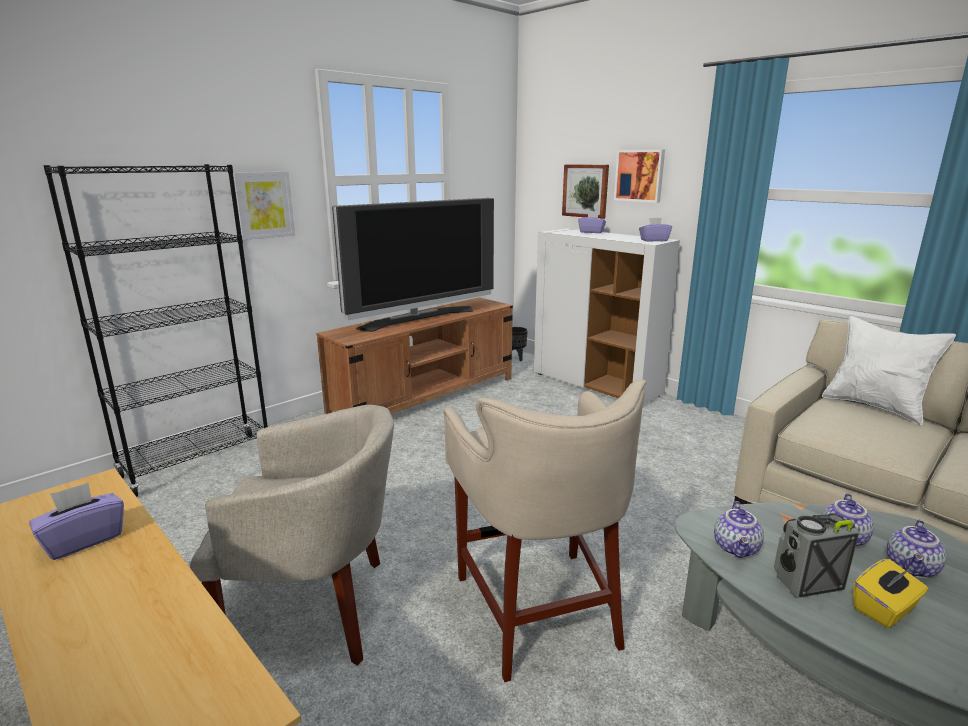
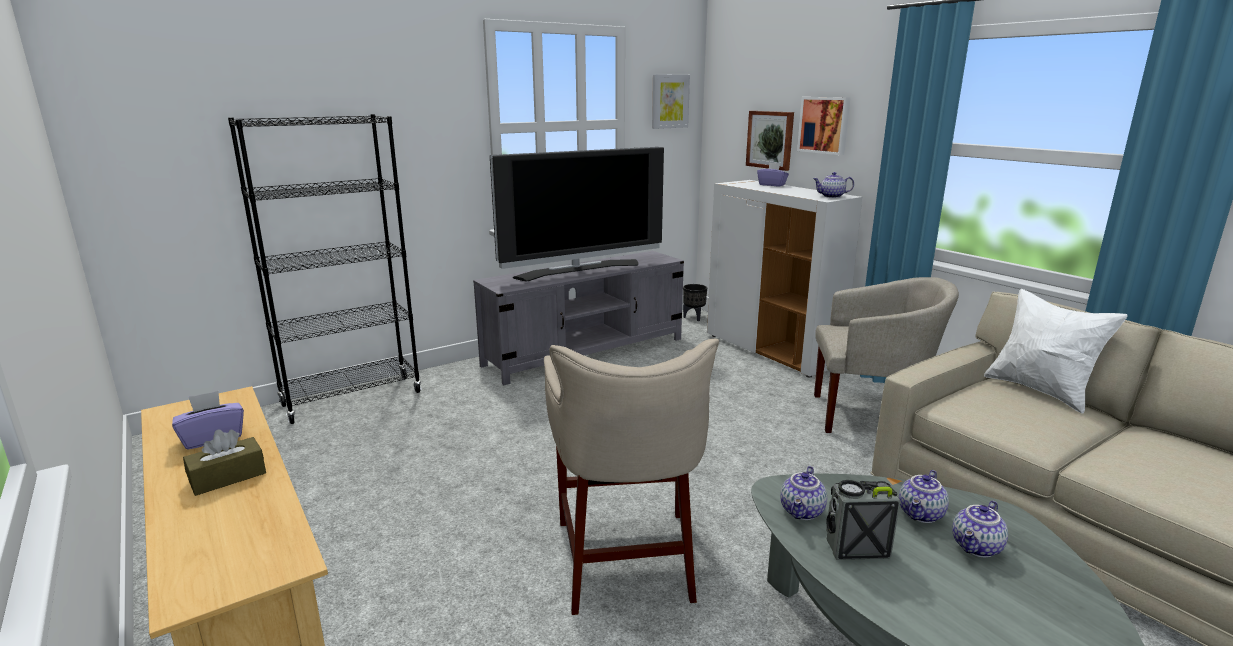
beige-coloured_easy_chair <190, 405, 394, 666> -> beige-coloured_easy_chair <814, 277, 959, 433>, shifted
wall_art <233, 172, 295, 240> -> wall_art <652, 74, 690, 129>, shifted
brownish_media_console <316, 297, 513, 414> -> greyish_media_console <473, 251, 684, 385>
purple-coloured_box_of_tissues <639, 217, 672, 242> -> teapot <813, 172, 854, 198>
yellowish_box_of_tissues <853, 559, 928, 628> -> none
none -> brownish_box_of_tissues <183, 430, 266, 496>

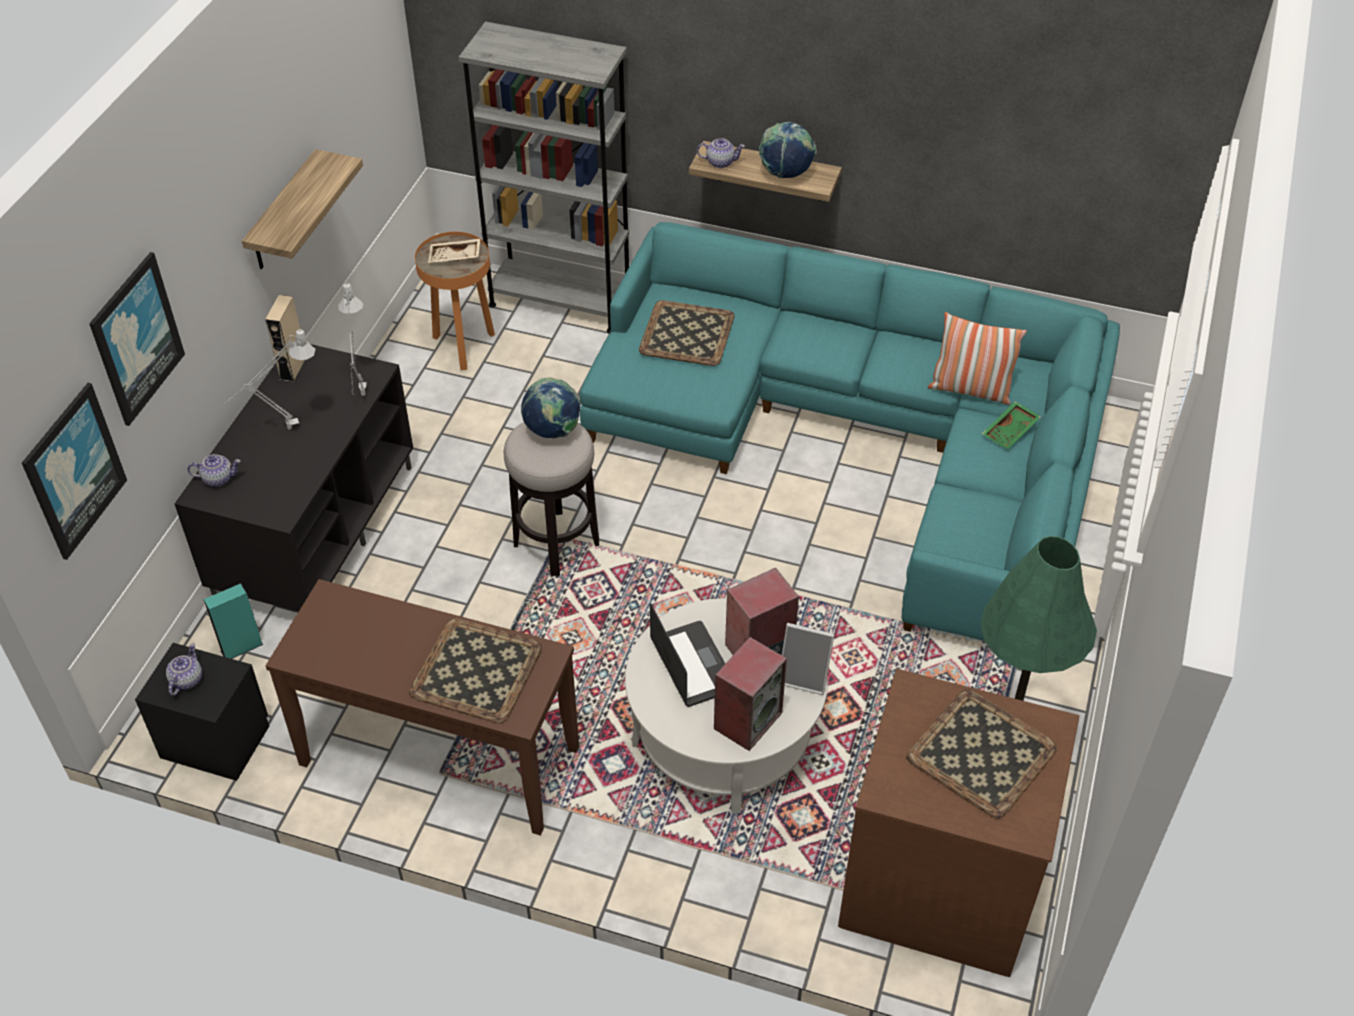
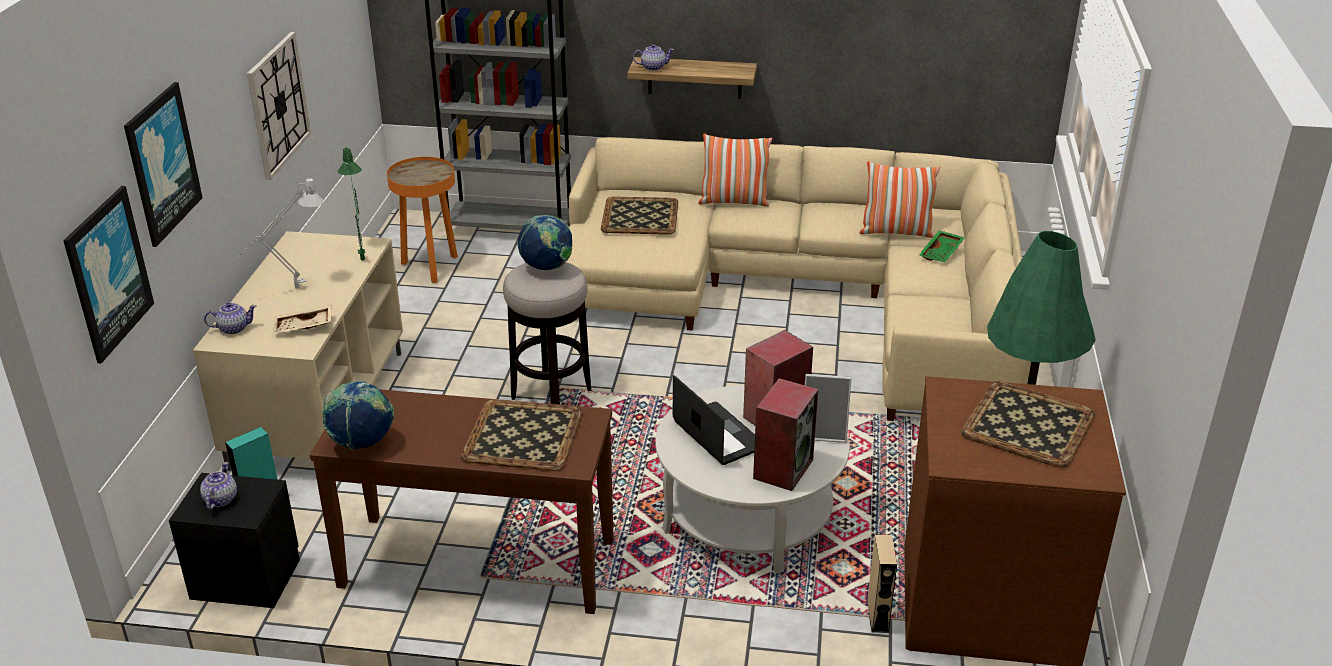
black_media_console <175, 344, 413, 612> -> beige-coloured_media_console <193, 231, 403, 471>
shelf <242, 149, 363, 269> -> wall_clock <247, 32, 311, 180>
beige-coloured_loudspeaker <265, 295, 305, 382> -> beige-coloured_loudspeaker <867, 535, 897, 633>, shifted
greyish_table_lamp <338, 283, 366, 396> -> greenish_table_lamp <338, 147, 365, 261>
beige-coloured_tray <428, 239, 480, 263> -> beige-coloured_tray <273, 305, 331, 334>, shifted
blue-green_sofa <579, 222, 1120, 641> -> beige-coloured_sofa <566, 137, 1031, 421>
world_globe <759, 122, 817, 178> -> world_globe <322, 381, 395, 450>, shifted
none -> cushion <698, 133, 772, 206>

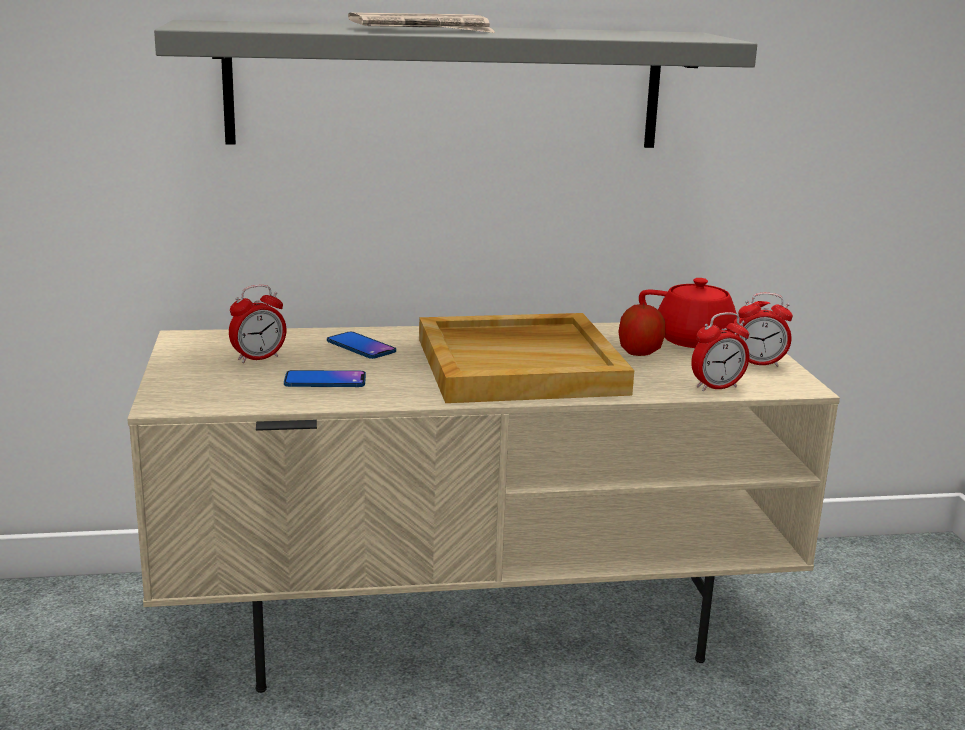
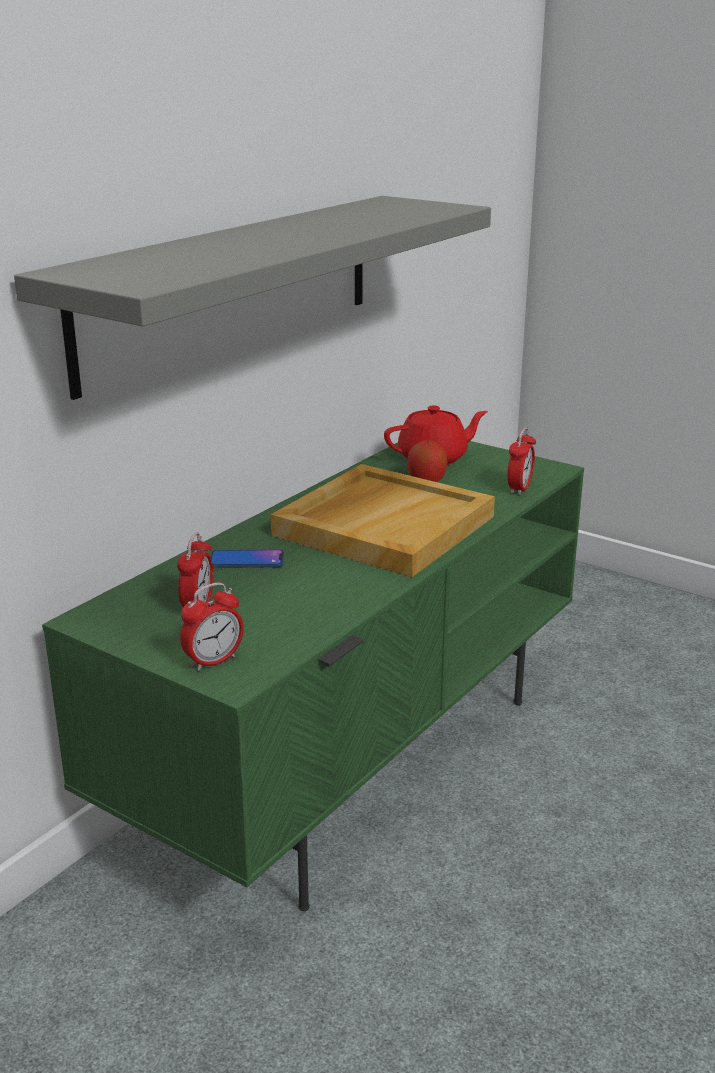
beige-coloured_media_console <127, 322, 840, 693> -> greenish_media_console <42, 441, 584, 911>
telephone <284, 370, 366, 387> -> none
printed_paper <348, 12, 495, 33> -> none
table_clock <734, 293, 793, 367> -> table_clock <180, 582, 244, 671>, shifted

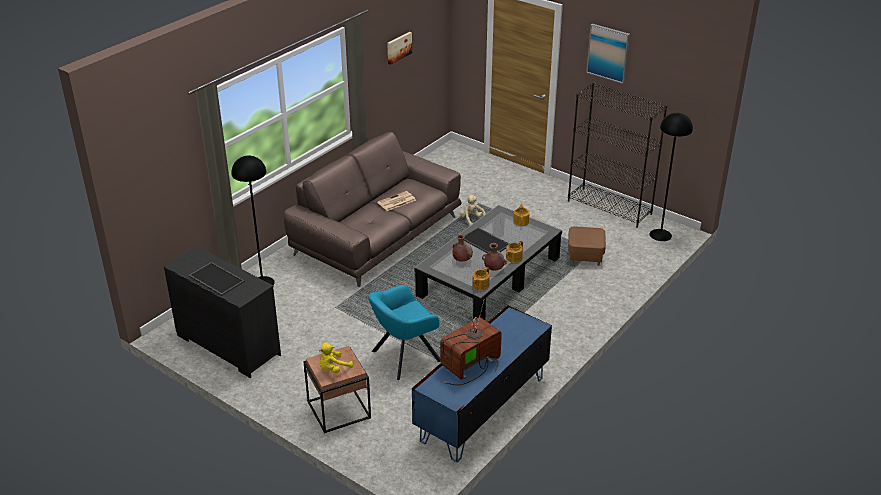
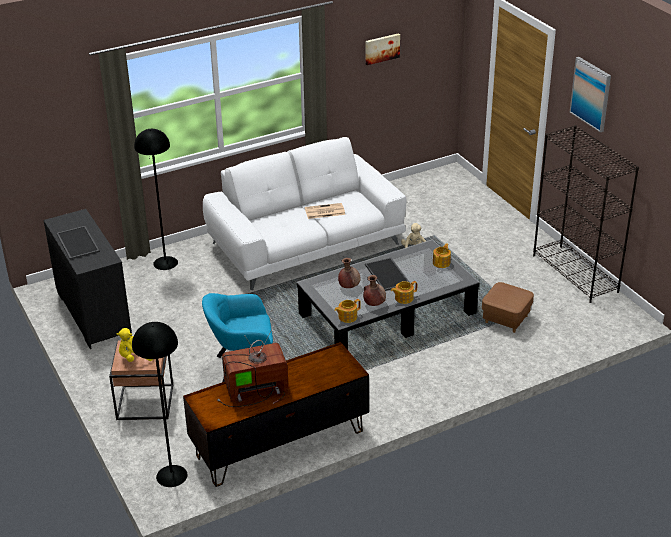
brownish_sofa <284, 132, 462, 287> -> white-coloured_sofa <203, 137, 406, 290>
bluish_media_console <412, 305, 552, 462> -> brownish_media_console <183, 342, 369, 487>
black_standing_lamp <649, 113, 693, 241> -> black_standing_lamp <132, 322, 188, 487>, shifted

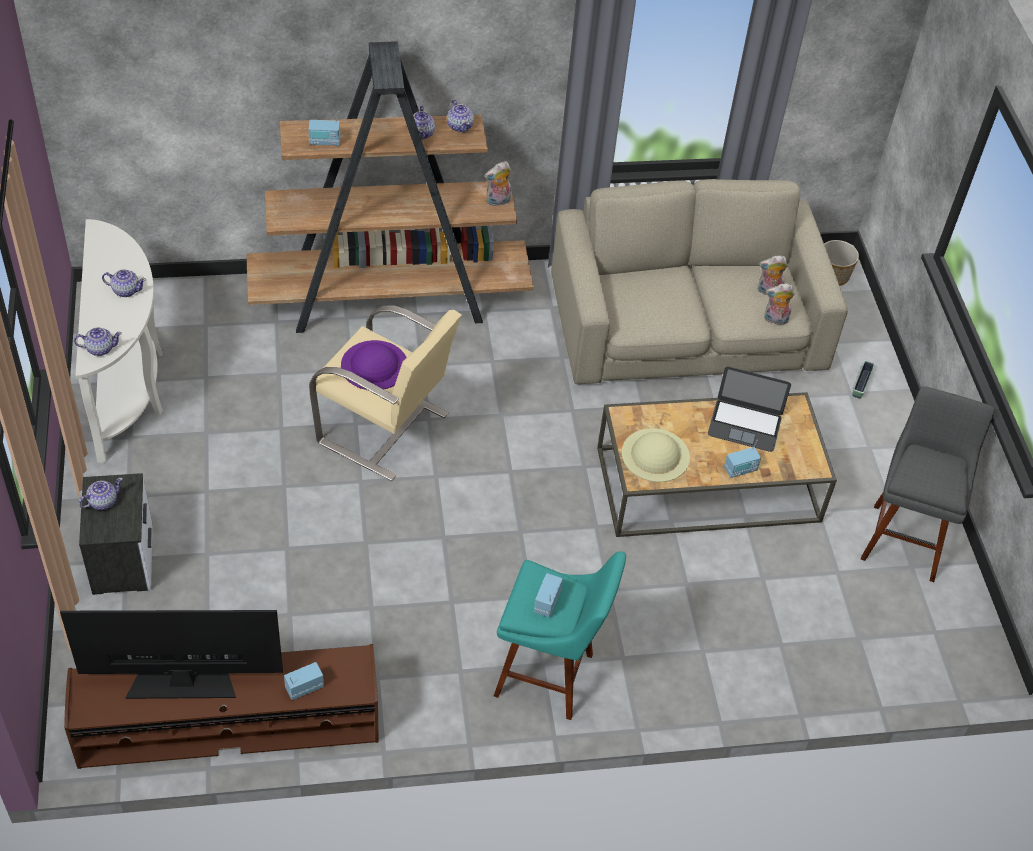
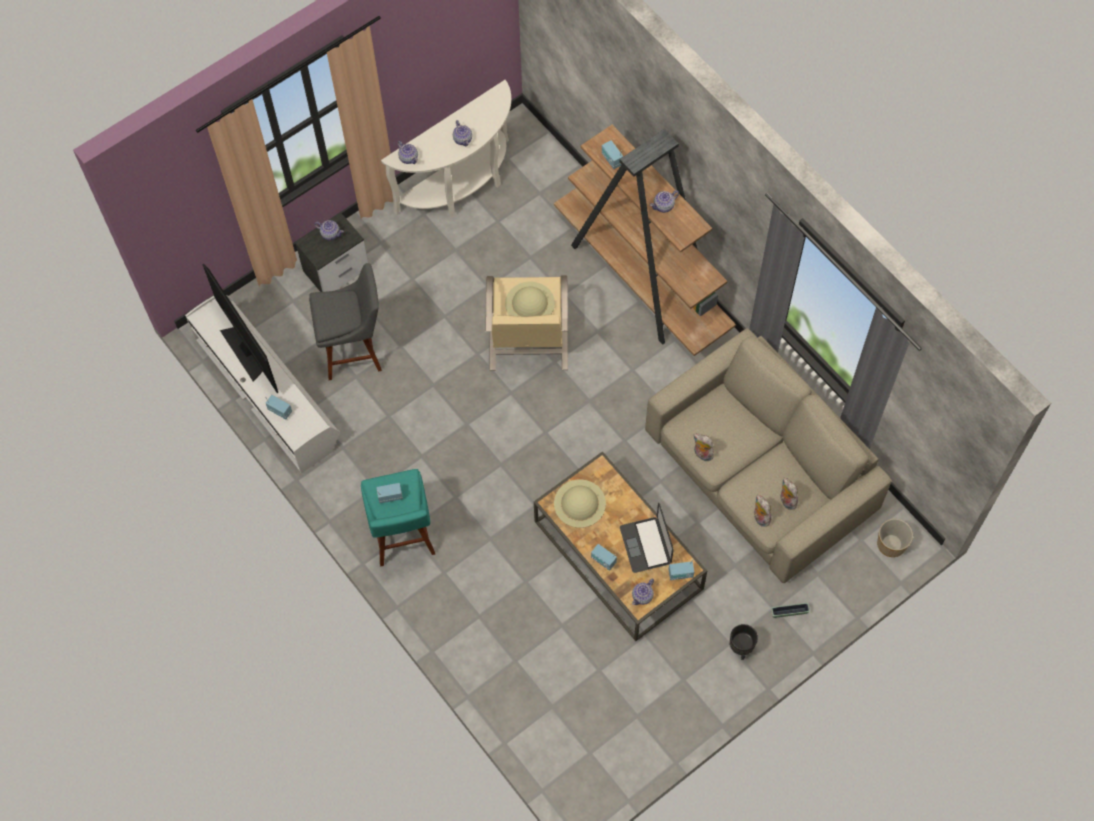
brownish_media_console <64, 644, 379, 769> -> white-coloured_media_console <185, 296, 340, 473>
purple-coloured_hat <341, 340, 407, 390> -> beige-coloured_hat <505, 282, 555, 317>
teapot <447, 99, 474, 132> -> teapot <632, 579, 654, 605>, shifted
plush_toy <485, 161, 511, 207> -> plush_toy <693, 434, 714, 461>, shifted
greyish_stool_seat <861, 386, 995, 582> -> greyish_stool_seat <309, 263, 382, 380>, shifted
none -> radio_set <668, 559, 694, 580>
none -> black_plant_pot <729, 624, 758, 660>

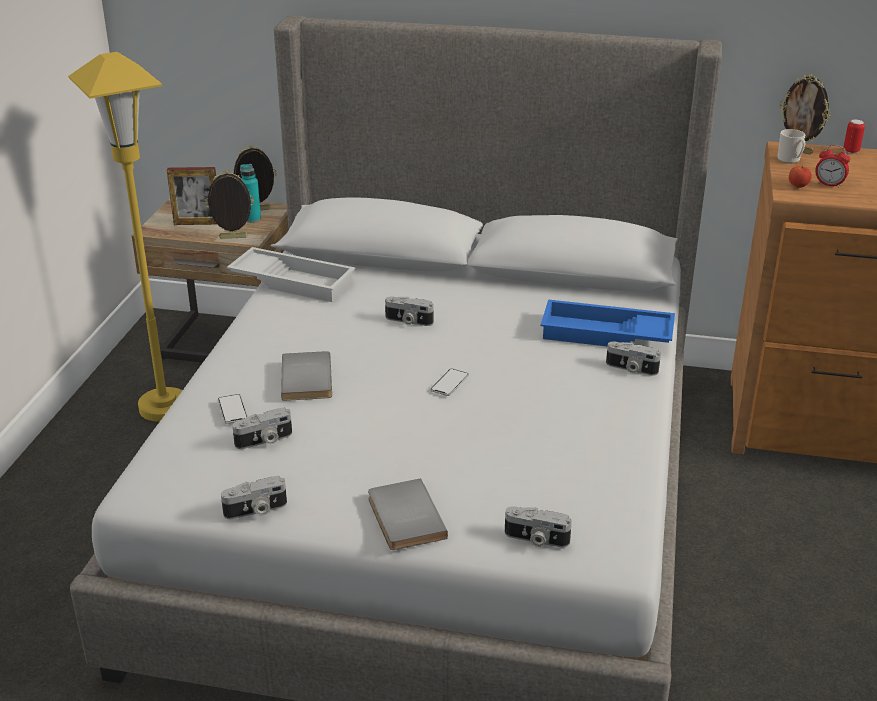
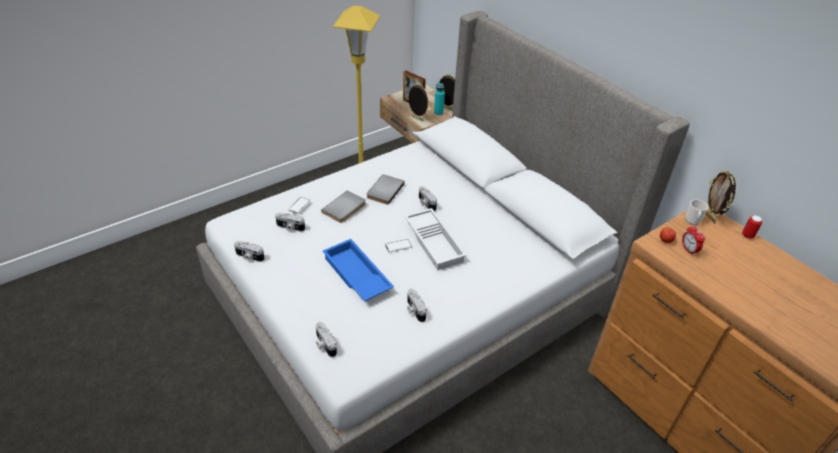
white-coloured_tray <227, 247, 355, 302> -> white-coloured_tray <404, 208, 467, 270>, shifted
greyish_volume <368, 479, 448, 550> -> greyish_volume <367, 174, 405, 205>, shifted
bluish_tray <541, 299, 675, 346> -> bluish_tray <323, 239, 394, 301>, shifted
photo_camera <606, 341, 661, 376> -> photo_camera <407, 289, 427, 322>, shifted

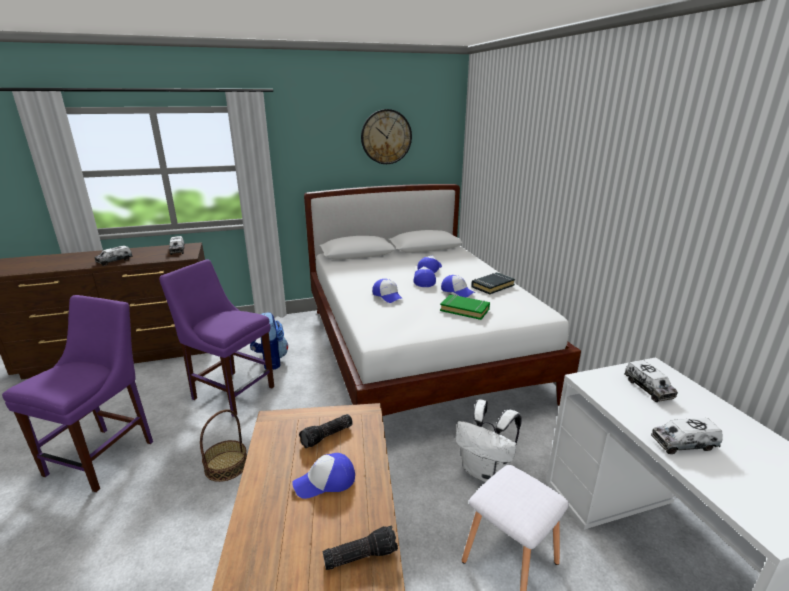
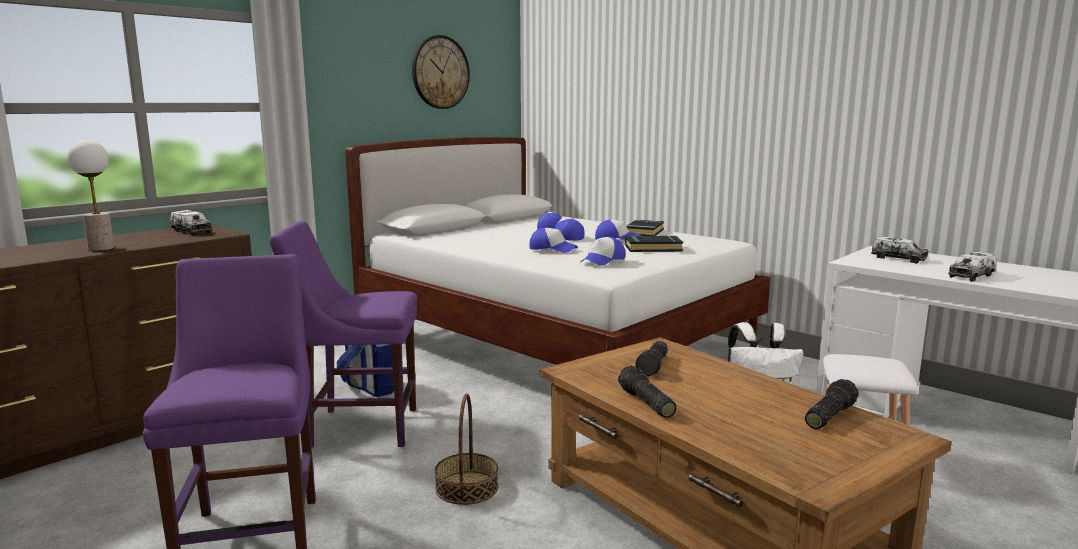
toy_truck <94, 246, 133, 266> -> table_lamp <67, 140, 114, 251>
cap <292, 453, 355, 499> -> cap <581, 237, 625, 266>, shifted
greenish_volume <440, 294, 490, 320> -> black_volume <625, 235, 683, 252>
none -> torch <618, 366, 676, 418>

